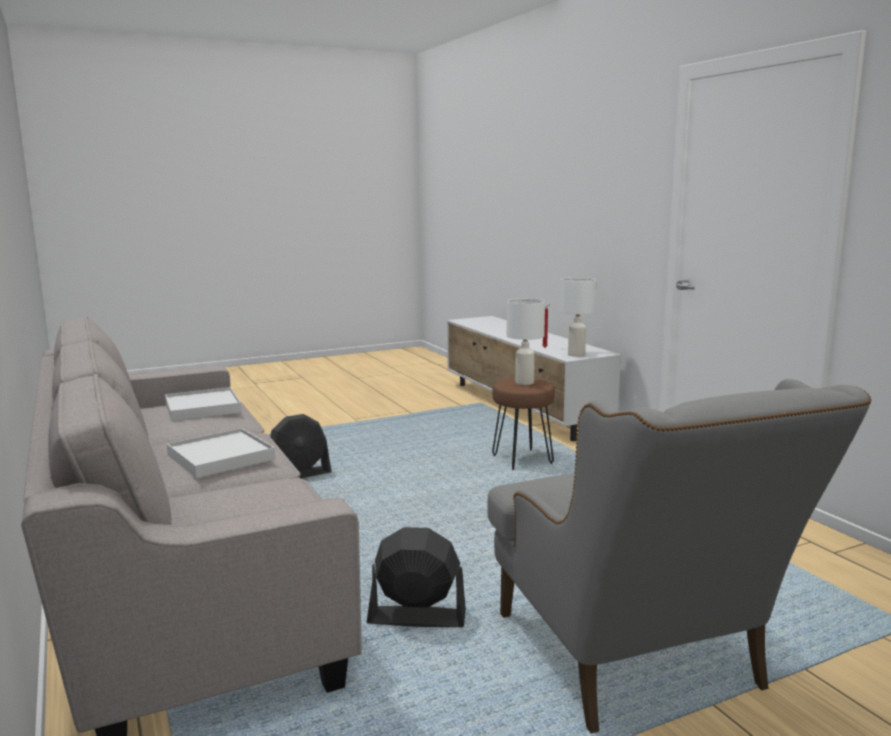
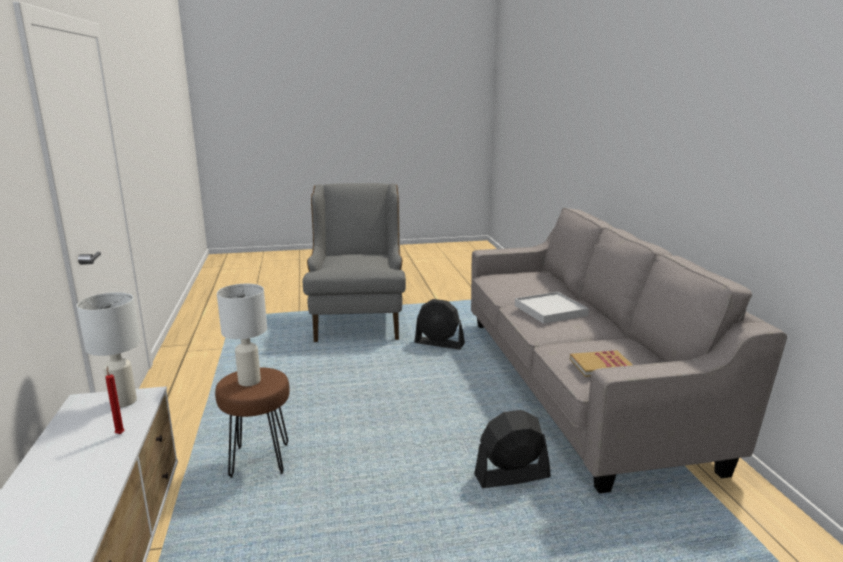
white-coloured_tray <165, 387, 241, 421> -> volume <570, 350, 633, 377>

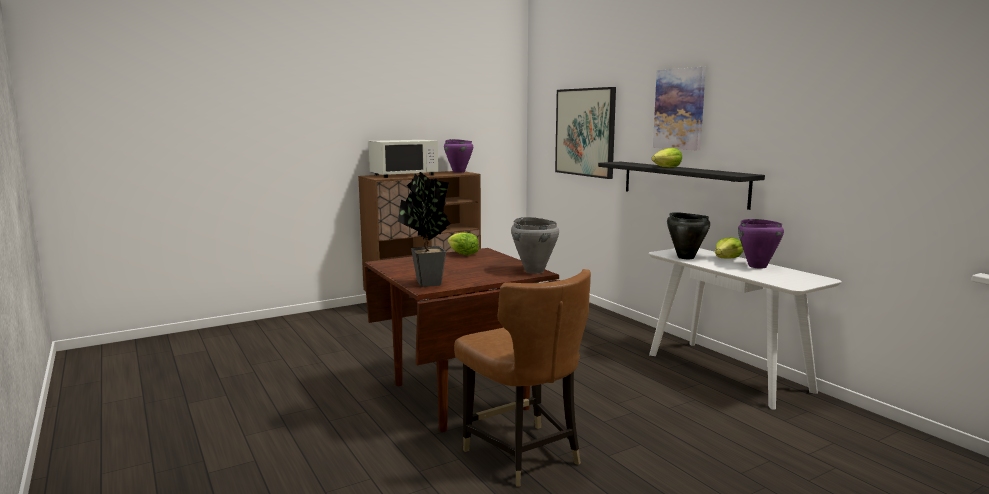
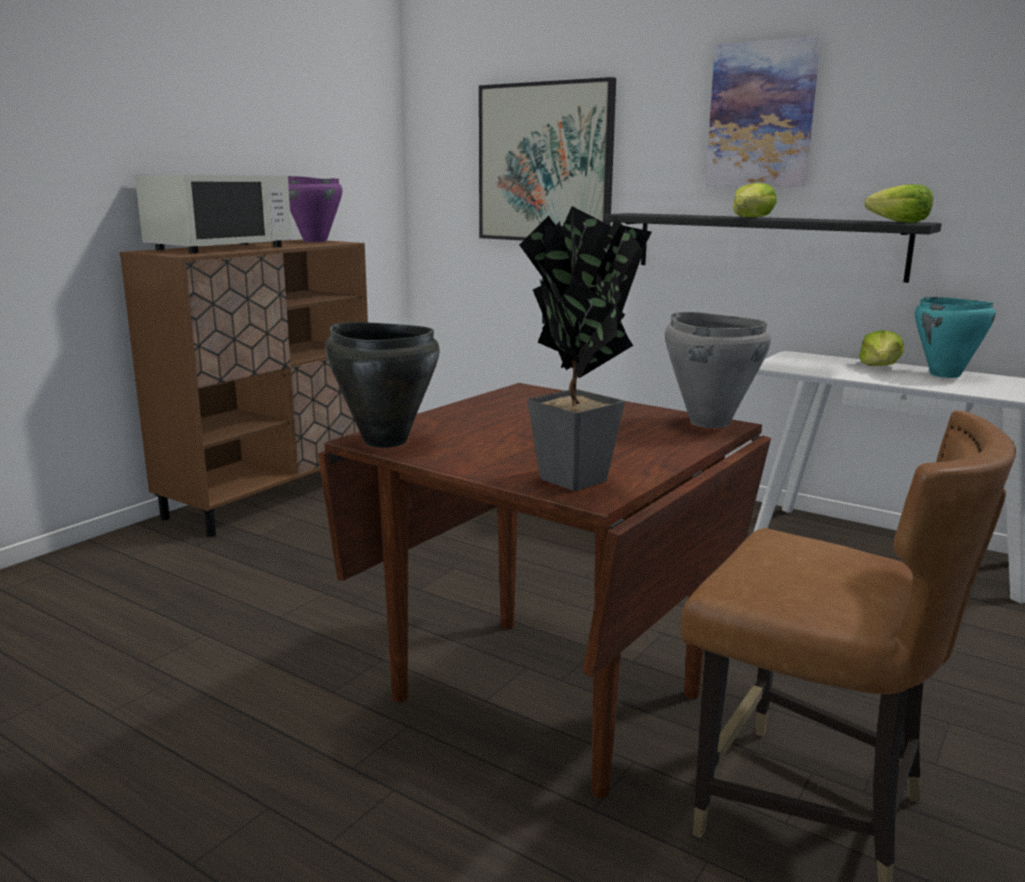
lettuce <448, 232, 479, 255> -> lettuce <865, 184, 933, 223>, shifted
black_saucepot <667, 212, 710, 259> -> black_saucepot <325, 322, 440, 448>, shifted
purple-coloured_saucepot <738, 219, 784, 269> -> blue-green_saucepot <915, 297, 996, 378>

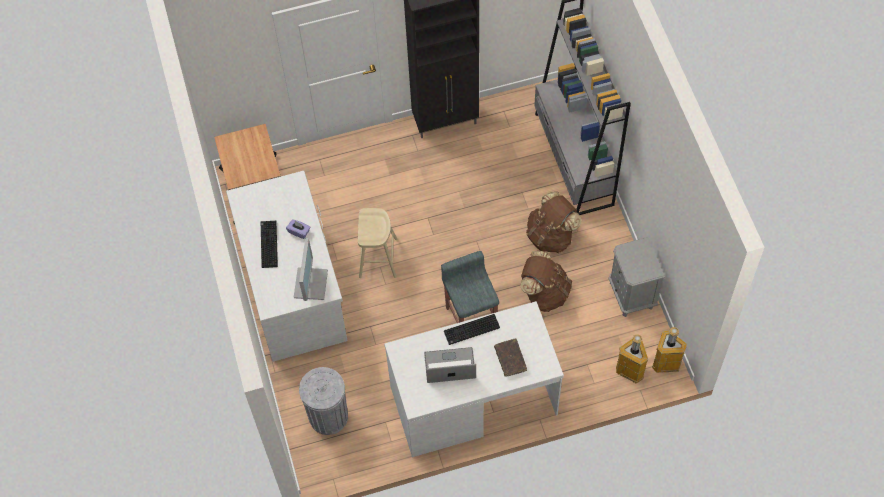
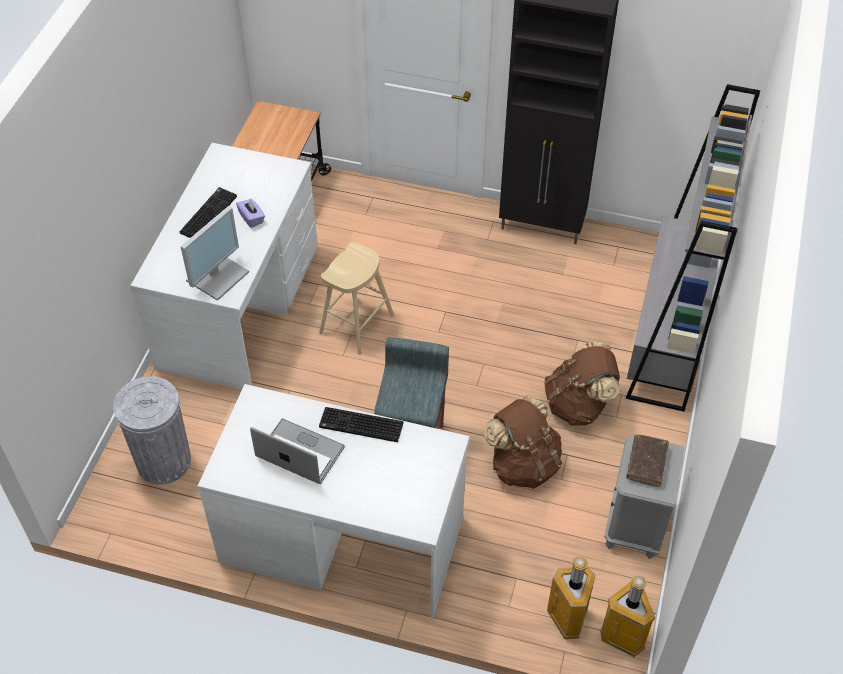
brownish_volume <494, 338, 527, 377> -> brownish_volume <626, 435, 669, 487>, shifted

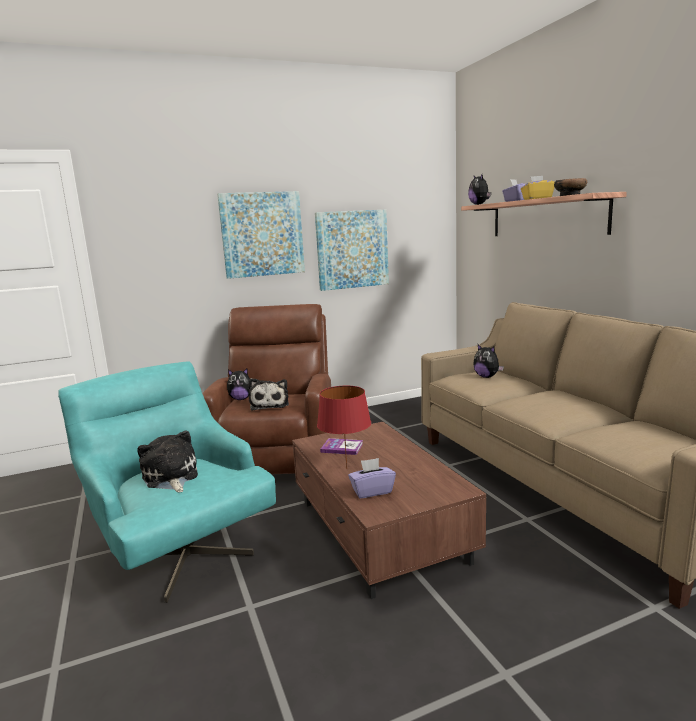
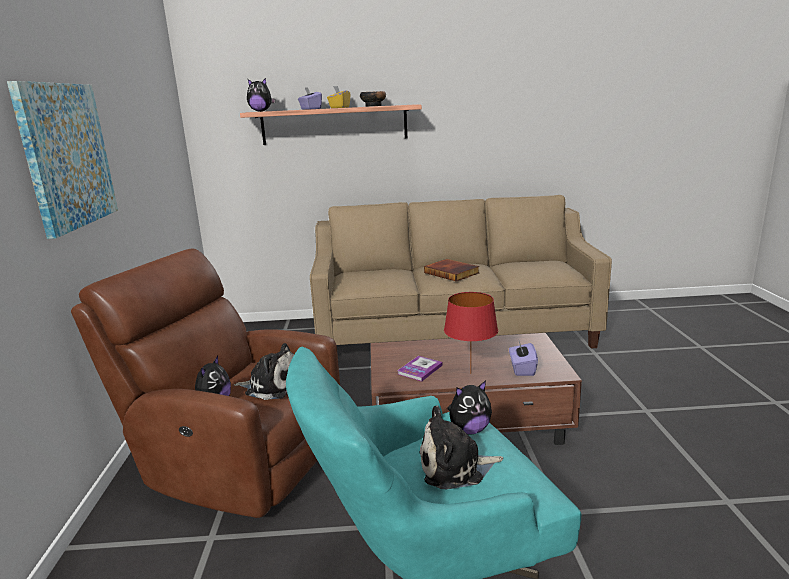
wall_art <315, 210, 389, 291> -> none
plush_toy <473, 344, 504, 378> -> plush_toy <447, 381, 492, 435>, shifted
none -> volume <424, 259, 479, 282>

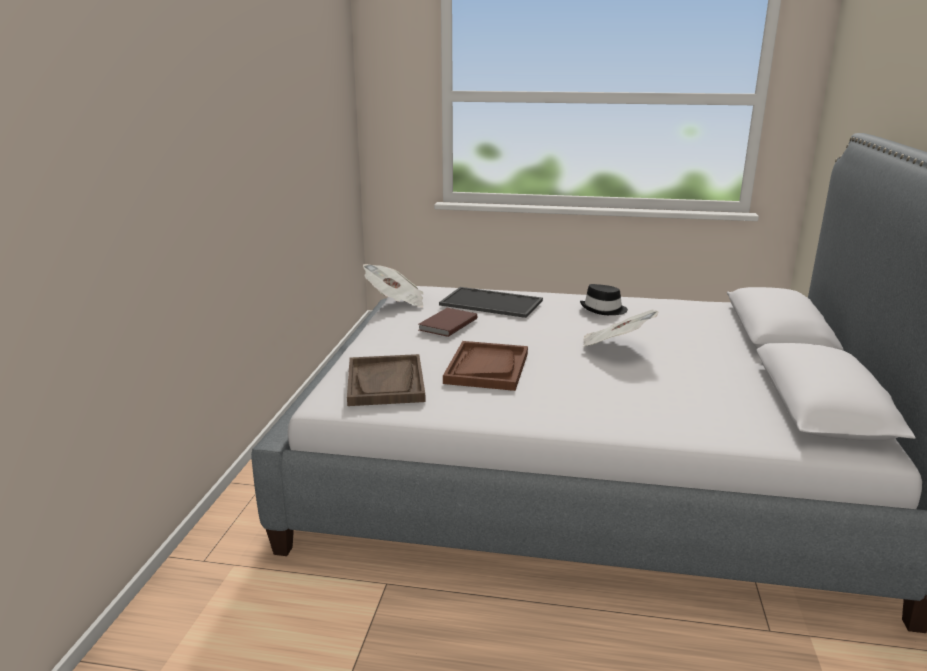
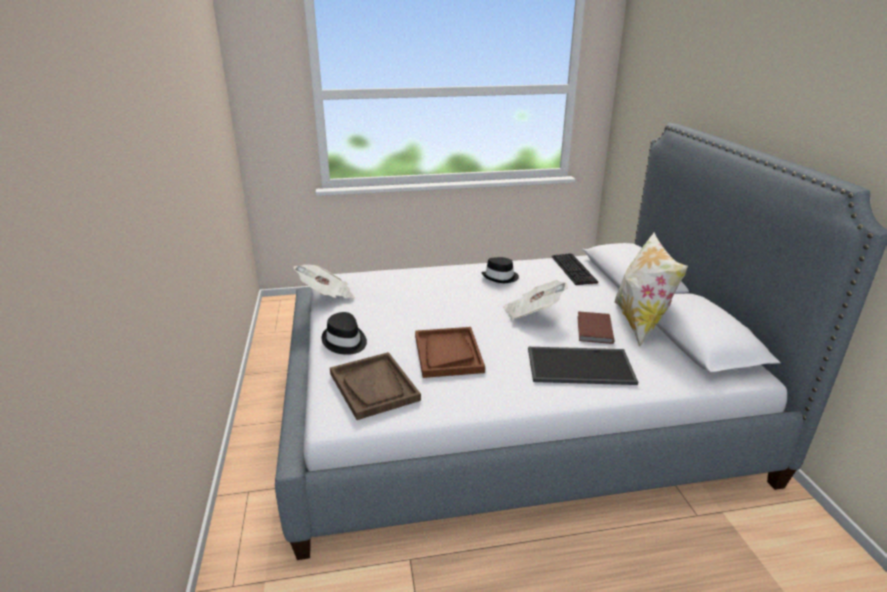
brownish_volume <419, 308, 477, 337> -> brownish_volume <577, 311, 614, 344>, shifted
tray <439, 287, 543, 318> -> tray <528, 347, 638, 385>, shifted
none -> black_hat <321, 312, 367, 355>
none -> PC_keyboard <552, 253, 598, 285>
none -> cushion <615, 232, 688, 346>

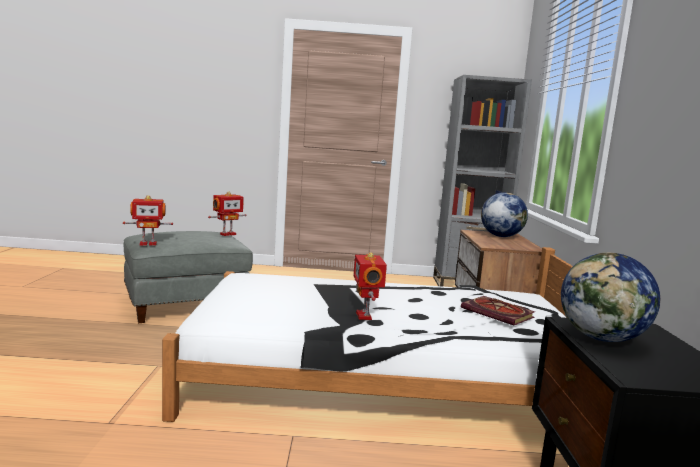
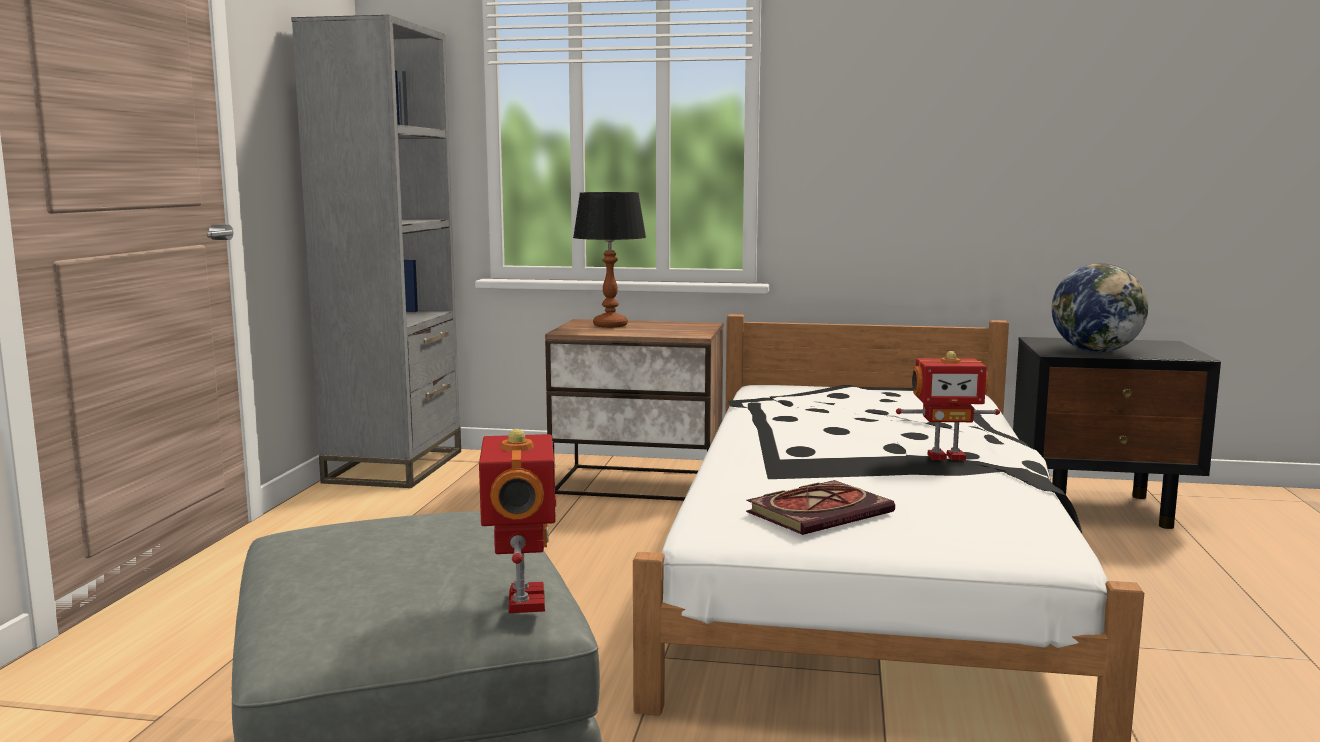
robot_figure <208, 191, 247, 236> -> none
volume <461, 296, 535, 326> -> volume <746, 480, 895, 535>, shifted
world_globe <481, 192, 528, 237> -> table_lamp <573, 192, 646, 328>

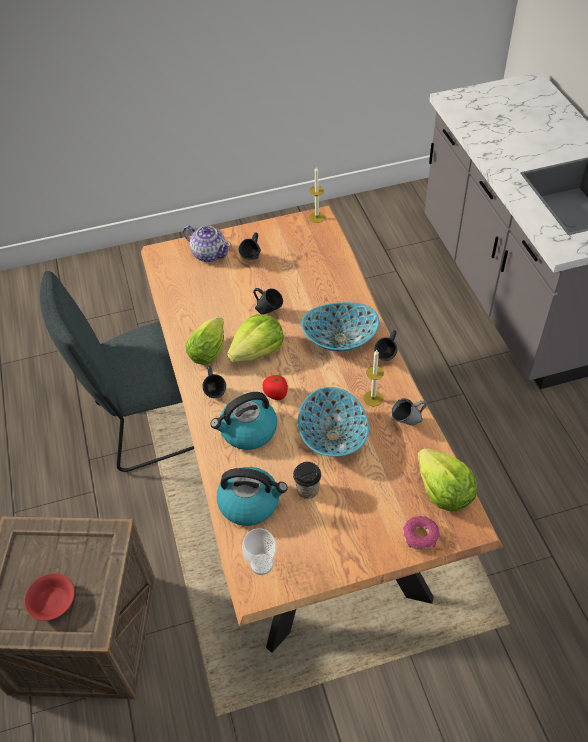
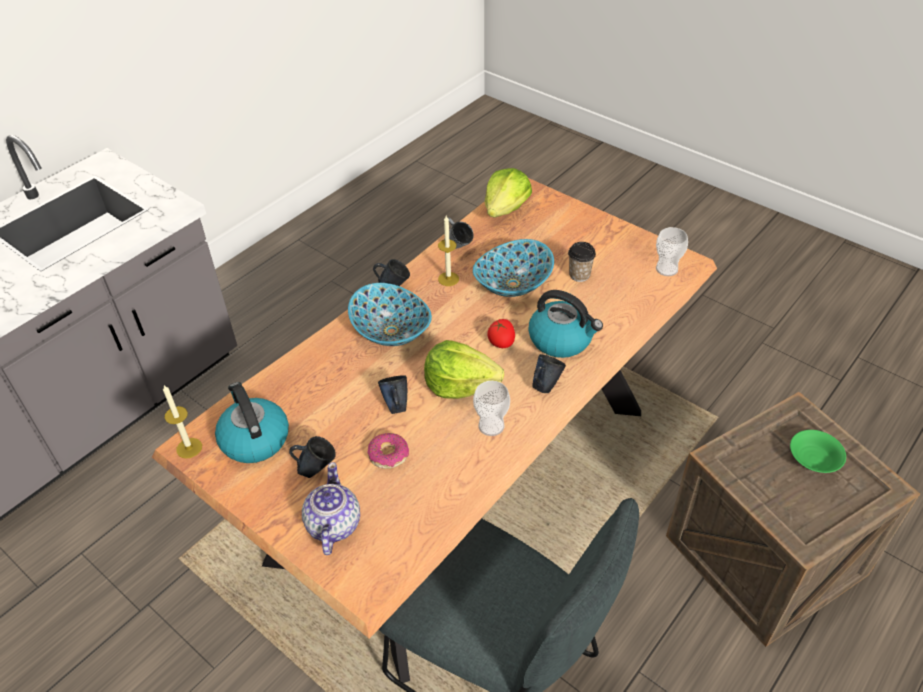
reddish_bowl <24, 573, 75, 621> -> greenish_bowl <790, 430, 846, 473>
lettuce <186, 317, 224, 365> -> cup <473, 381, 510, 436>
water_kettle <217, 467, 288, 526> -> water_kettle <215, 382, 289, 463>, shifted
donut <403, 516, 440, 550> -> donut <367, 433, 409, 469>, shifted

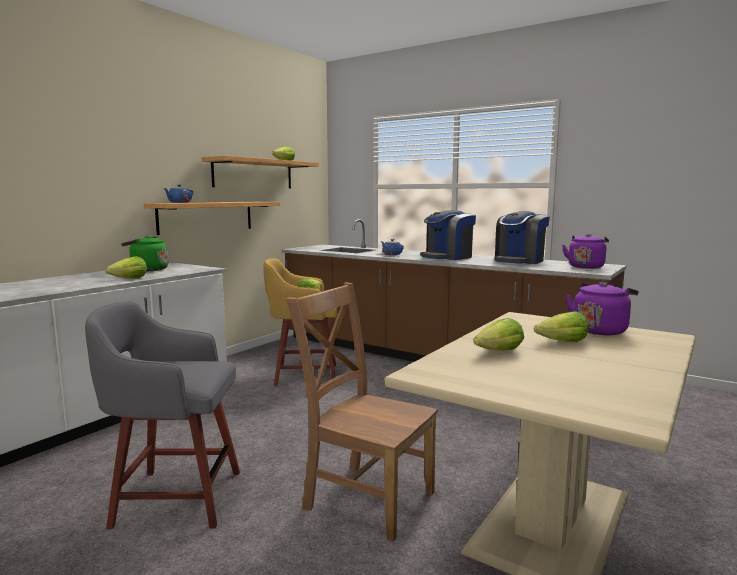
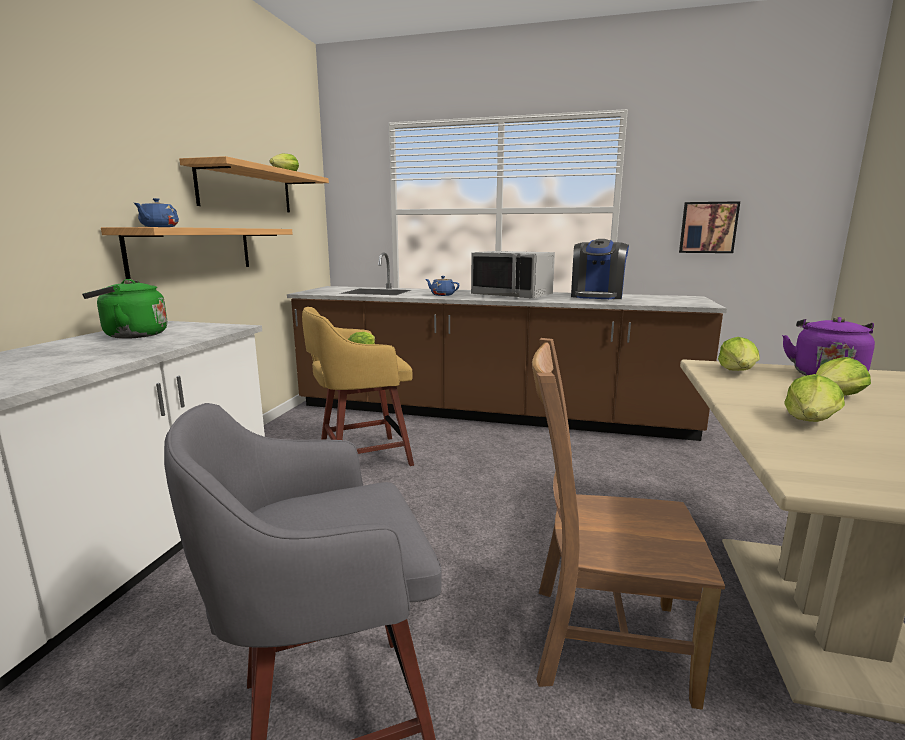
lettuce <105, 256, 147, 278> -> lettuce <718, 337, 760, 371>, shifted
coffee_maker <420, 210, 476, 260> -> greyish_kitchen_microwave <471, 251, 555, 299>
purple-coloured_water_kettle <562, 234, 609, 269> -> none
none -> wall_art <679, 201, 740, 253>

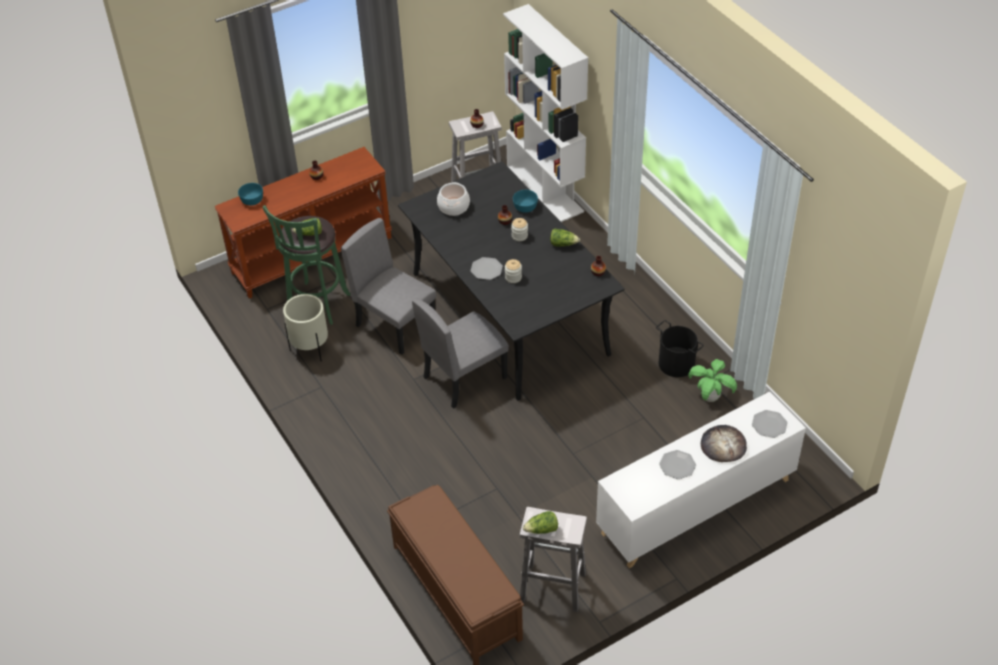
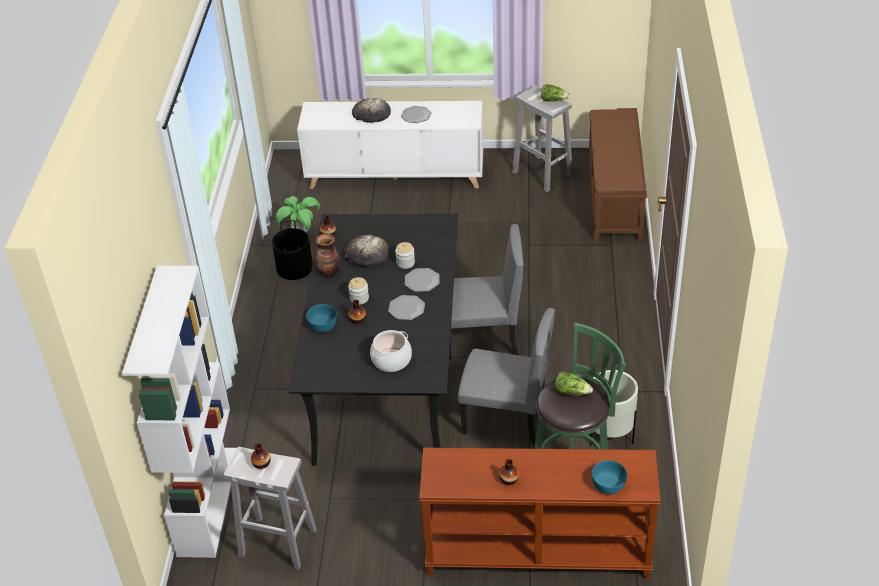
greyish_chair <341, 218, 436, 355> -> greyish_chair <458, 308, 555, 445>, 60 degrees counterclockwise
lettuce <550, 229, 580, 247> -> vase <315, 234, 340, 278>
plate <752, 410, 787, 438> -> plate <388, 295, 425, 320>, shifted
none -> bakery_bread <344, 235, 390, 267>

